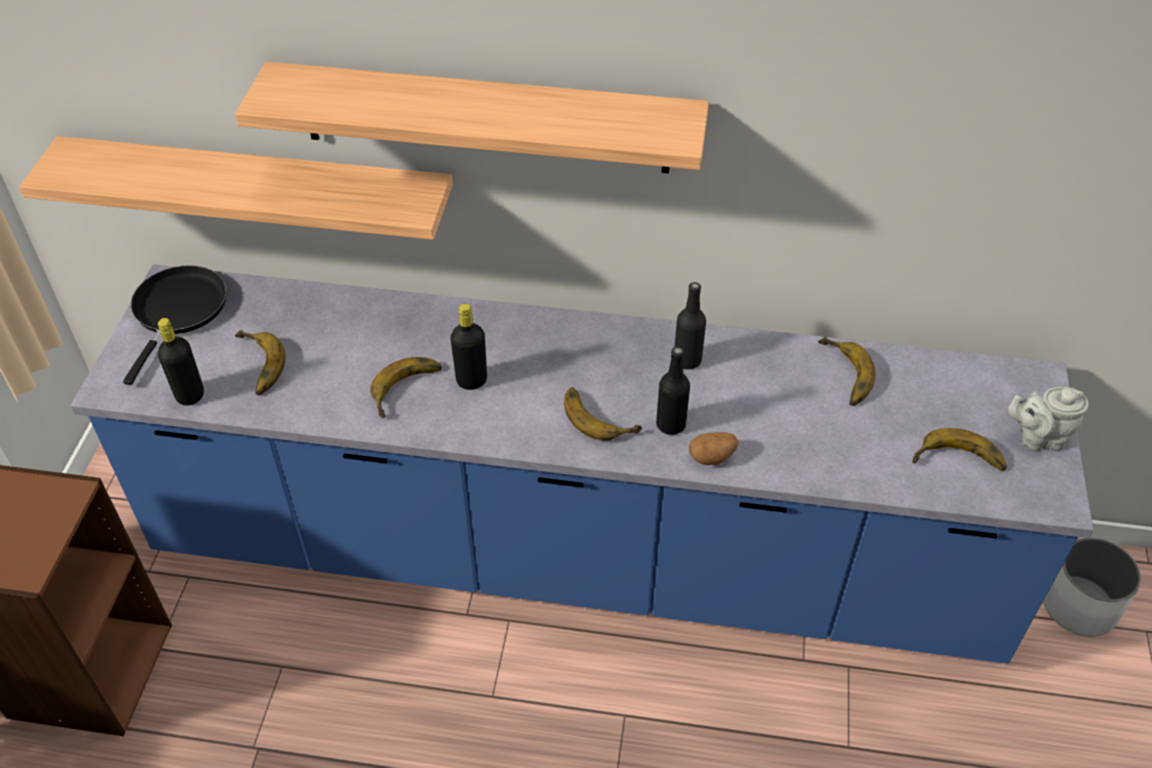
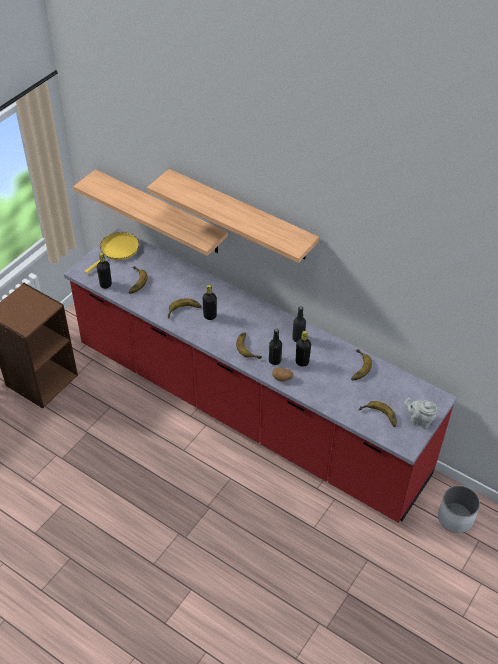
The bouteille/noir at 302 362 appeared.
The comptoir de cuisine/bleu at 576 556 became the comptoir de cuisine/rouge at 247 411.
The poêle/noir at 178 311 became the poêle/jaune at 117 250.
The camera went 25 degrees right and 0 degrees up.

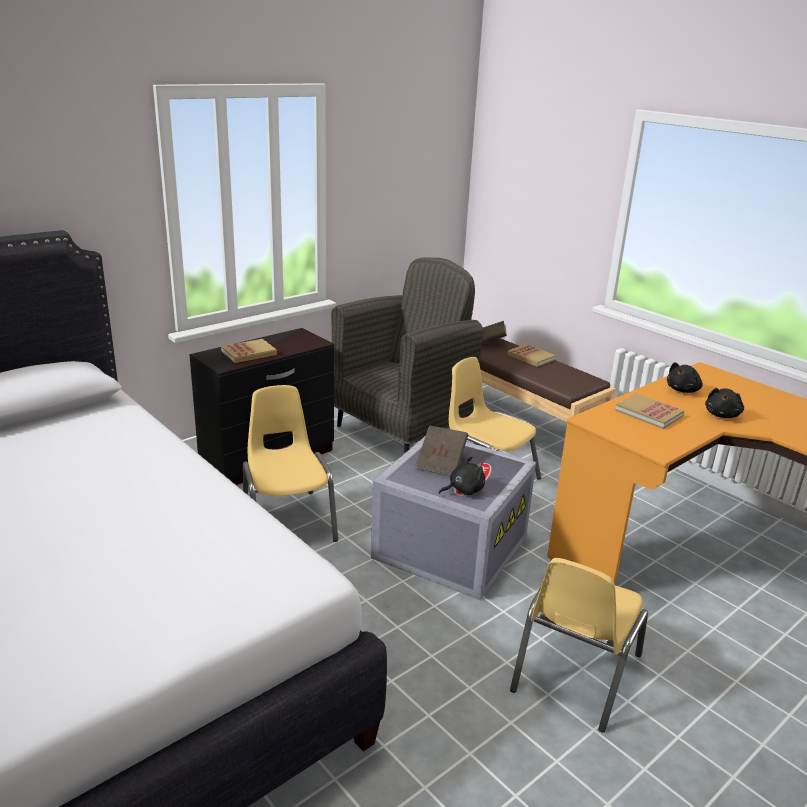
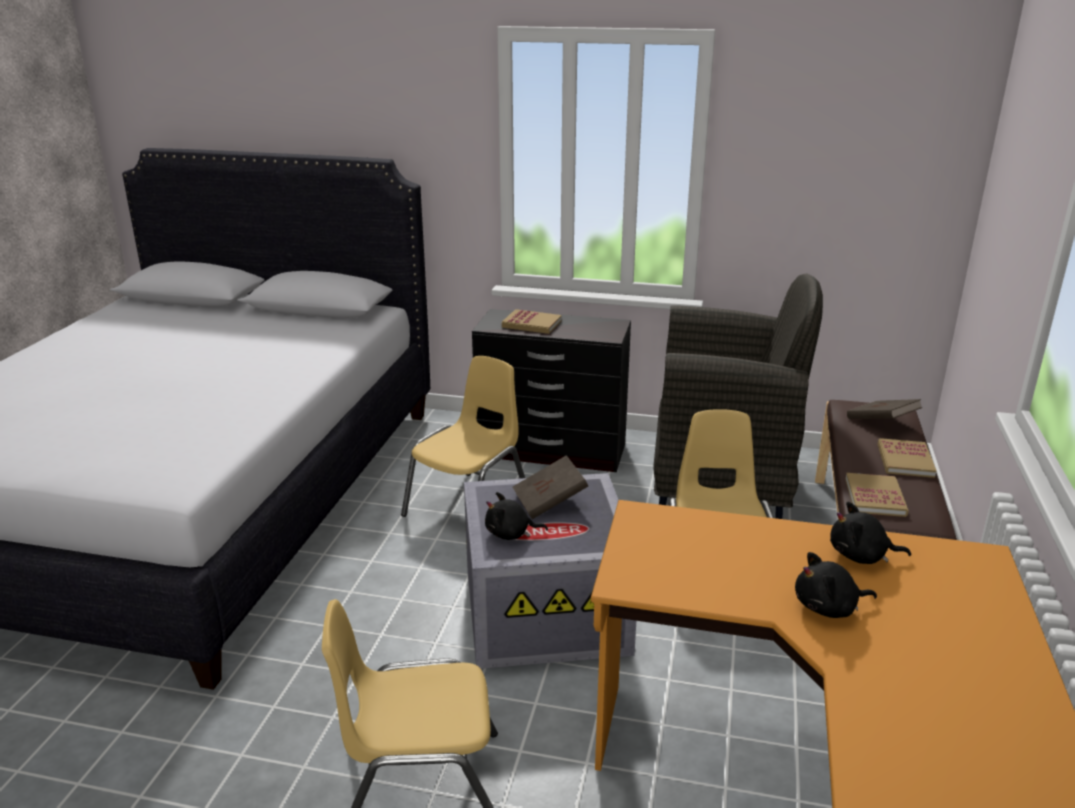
The livre moved from 648 413 to 875 497.
The peluche/noir at 463 490 turned 150 degrees clockwise.
The camera went 55 degrees right and 0 degrees up.

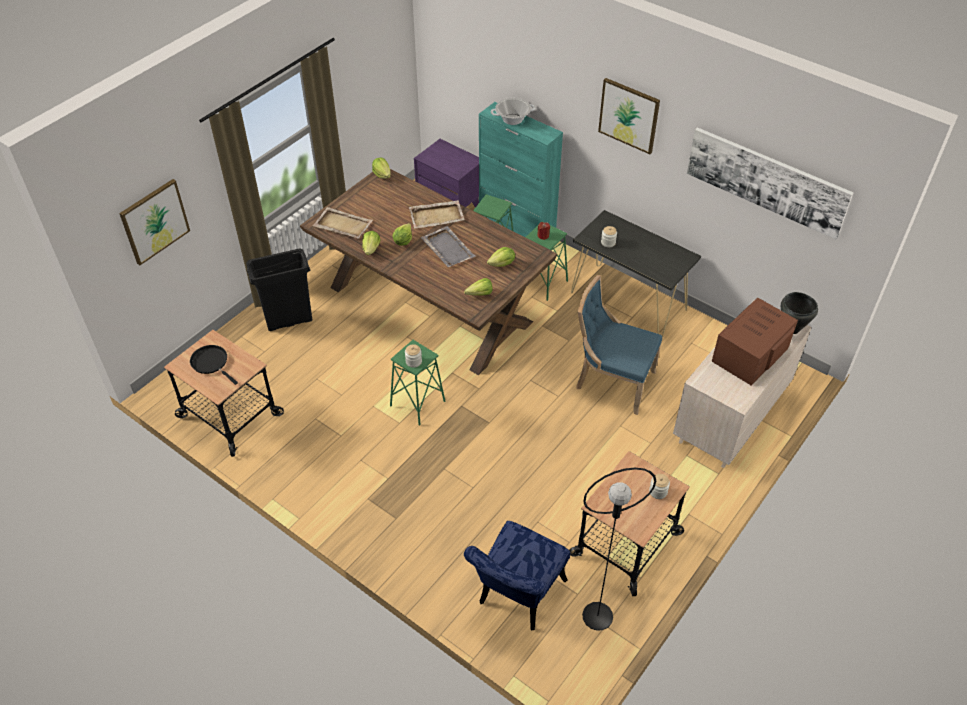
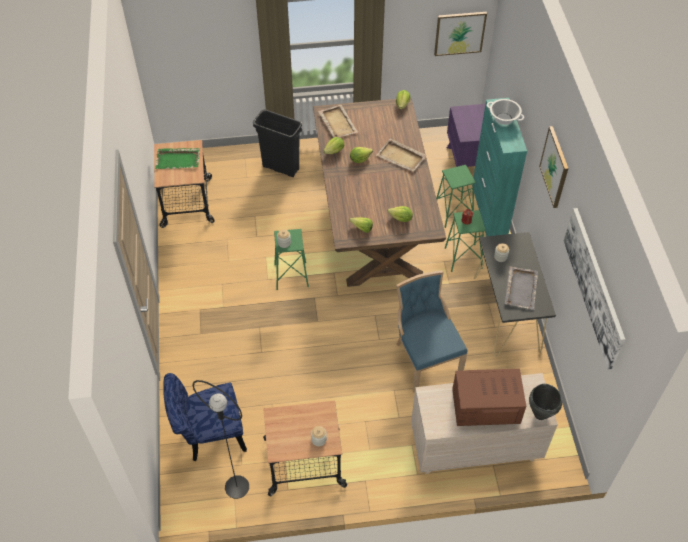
The tableau moved from 154 221 to 459 33.
The plateau/gris moved from 447 248 to 521 288.
The poêle/noir at 211 363 was replaced by the plateau/vert at 178 160.
The camera went 45 degrees right and 5 degrees up.

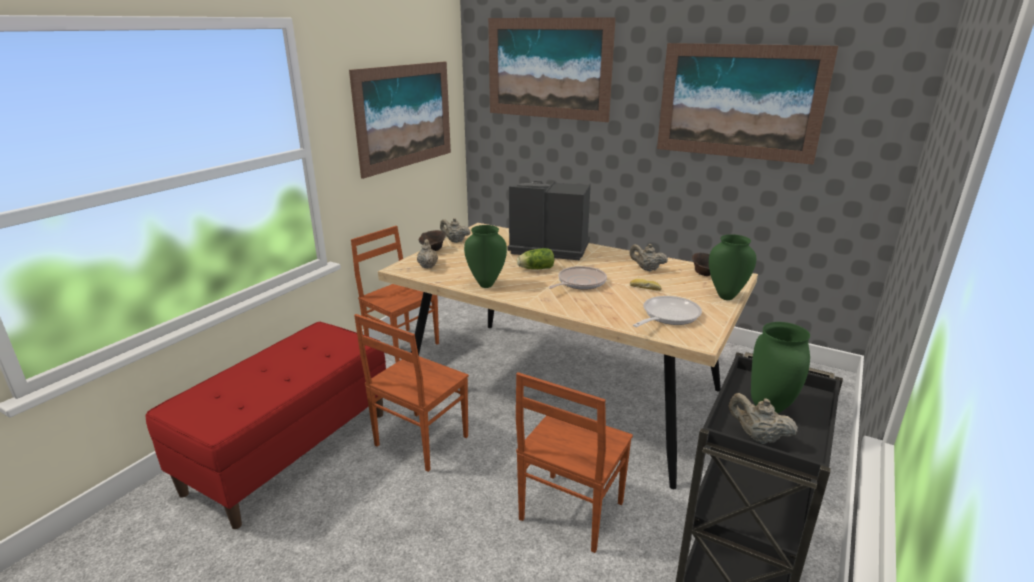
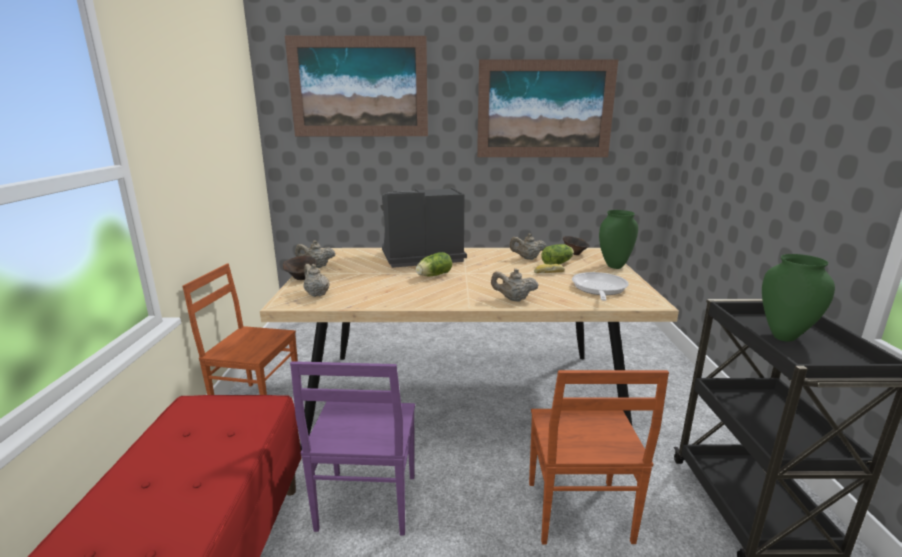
The tableau at 405 116 disappeared.
The vase/vert at 486 284 disappeared.
The poêle at 579 282 disappeared.
The laitue at 558 263 appeared.
The théière/beige moved from 757 437 to 513 299.
The chaise/marron at 419 441 became the chaise/violet at 365 503.
The camera went 30 degrees left and 5 degrees down.

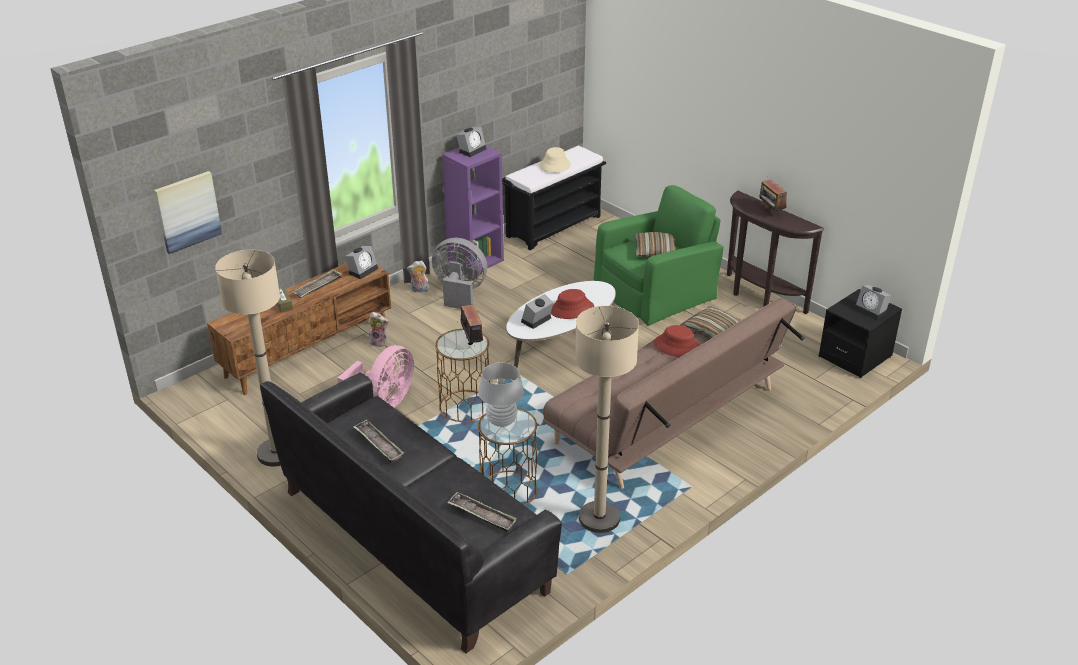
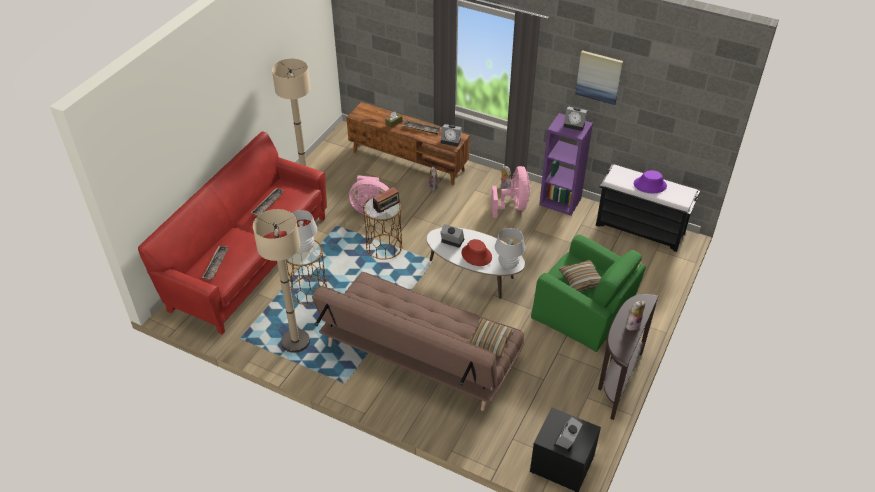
The chapeau/rouge at 677 346 disappeared.
The lampe de table/blanc at 508 265 appeared.
The tableau moved from 187 211 to 599 77.
The radio at 771 211 was replaced by the peluche at 632 324.
The canapé/noir at 412 540 became the canapé/rouge at 249 262.
The ventilateur/gris at 459 293 became the ventilateur/rose at 513 206.
The chapeau/beige at 554 165 became the chapeau/violet at 650 185.
The camera went 70 degrees right and 10 degrees up.

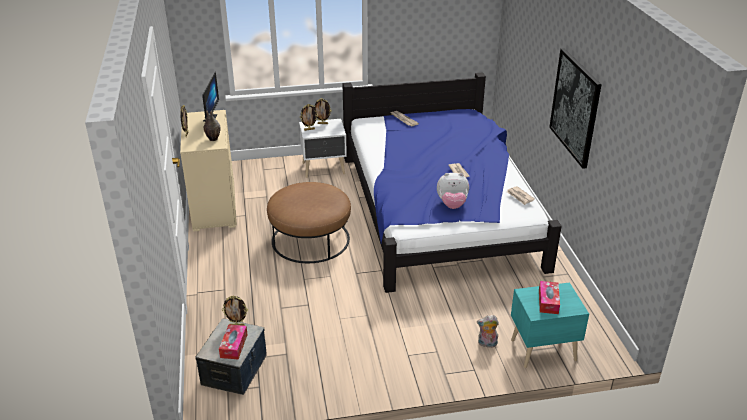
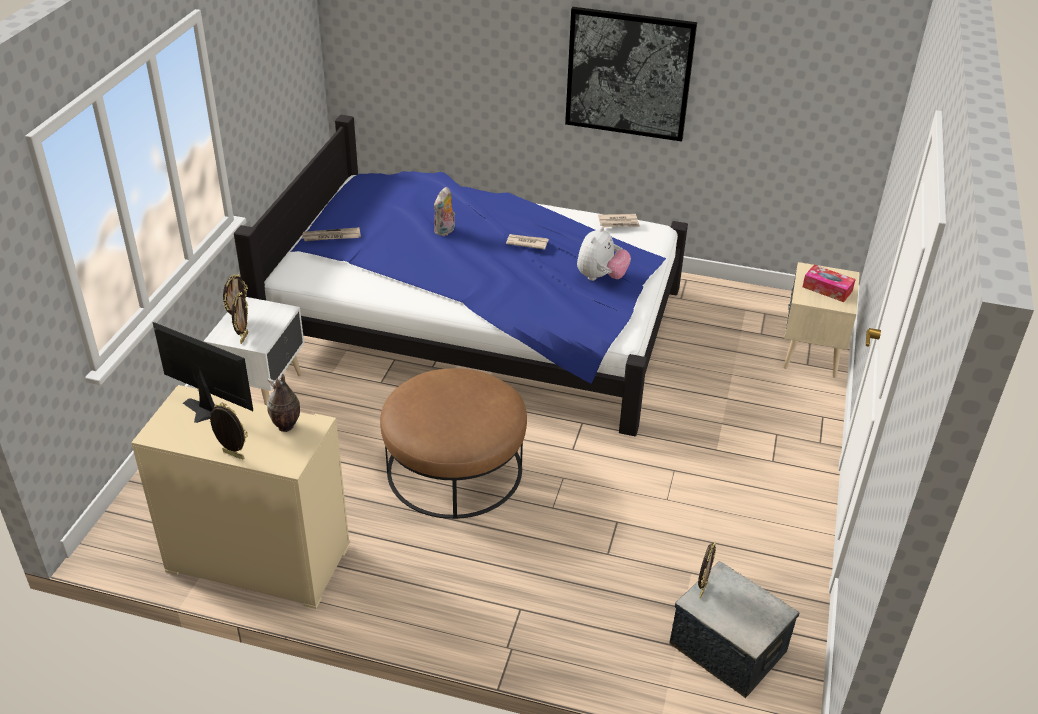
The boîte à mouchoirs at 234 346 disappeared.
The peluche moved from 487 344 to 445 231.
The table de chevet/turquoise at 541 349 became the table de chevet/beige at 810 353.
The camera went 65 degrees left and 5 degrees up.

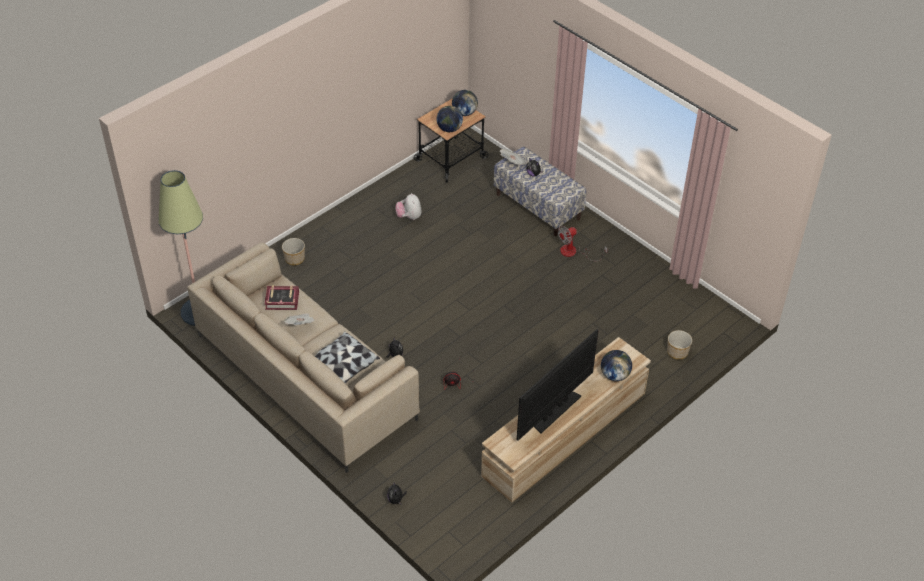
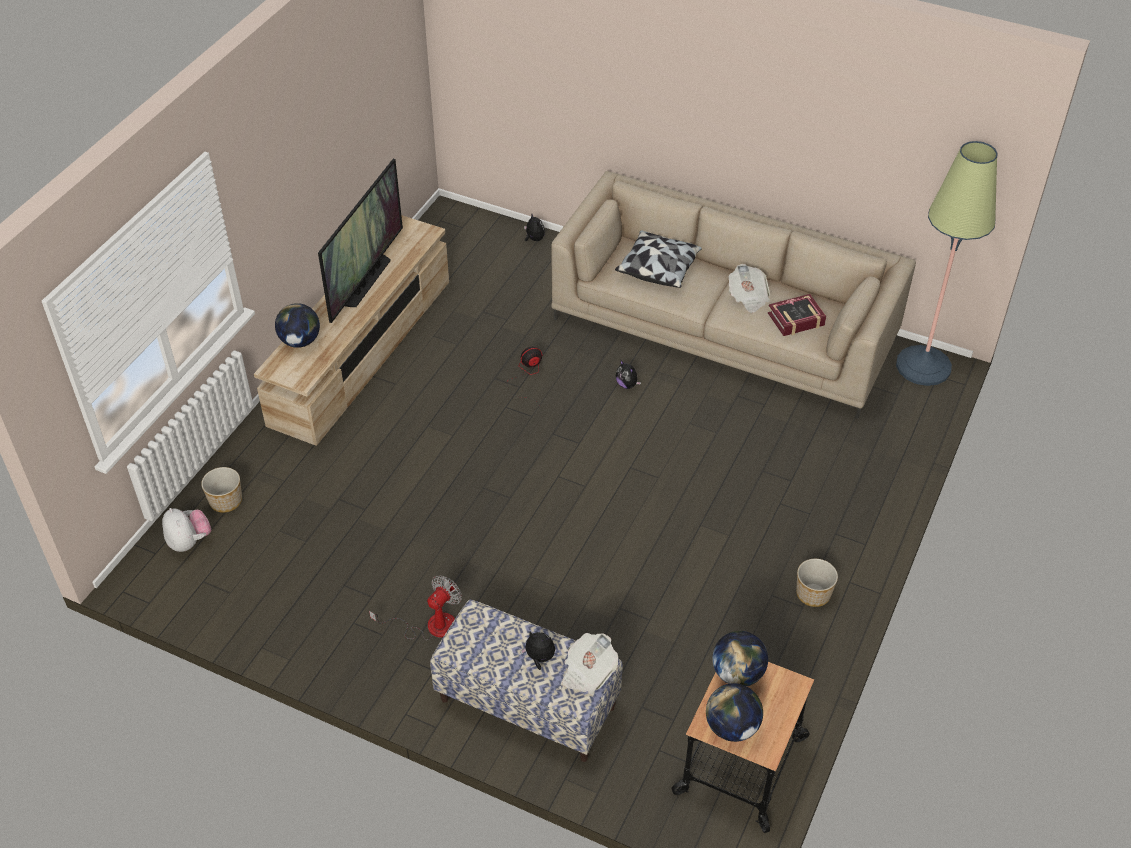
The cache-pot moved from 294 258 to 813 594.
The peluche moved from 409 217 to 189 542.
The camera went 160 degrees right and 0 degrees up.

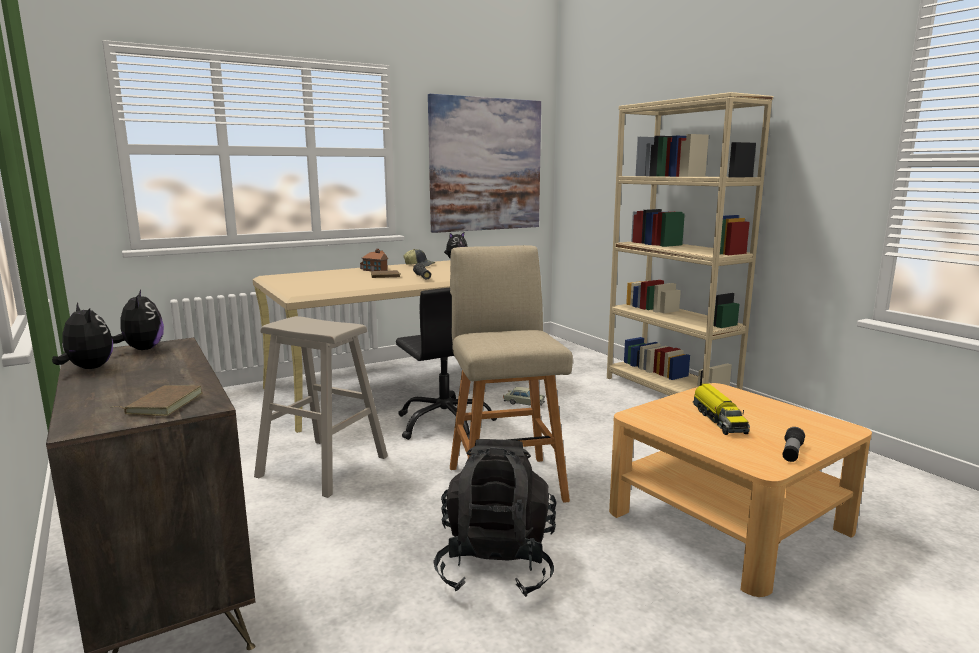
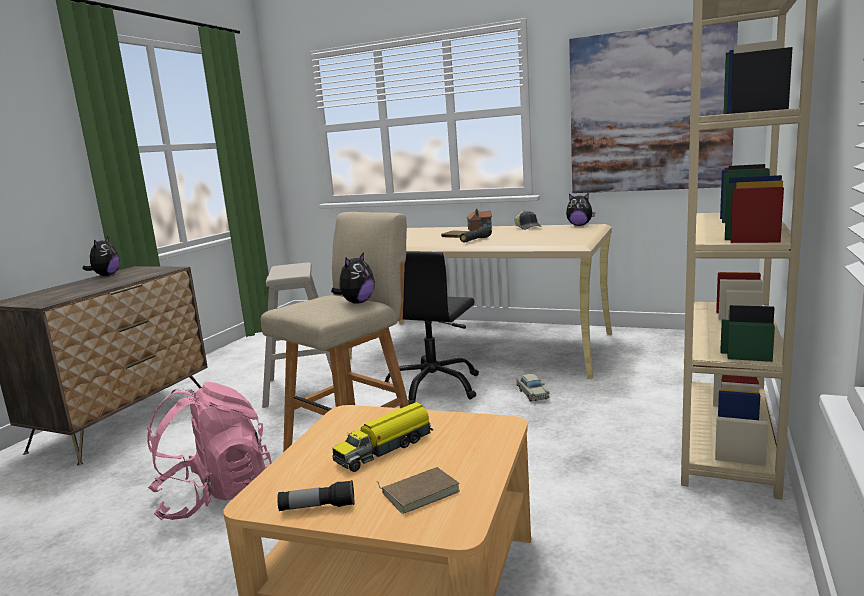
The livre/marron moved from 163 404 to 420 492.
The peluche moved from 141 349 to 357 302.
The sac à dos/noir at 496 565 became the sac à dos/rose at 214 496.
The camera went 55 degrees right and 0 degrees up.

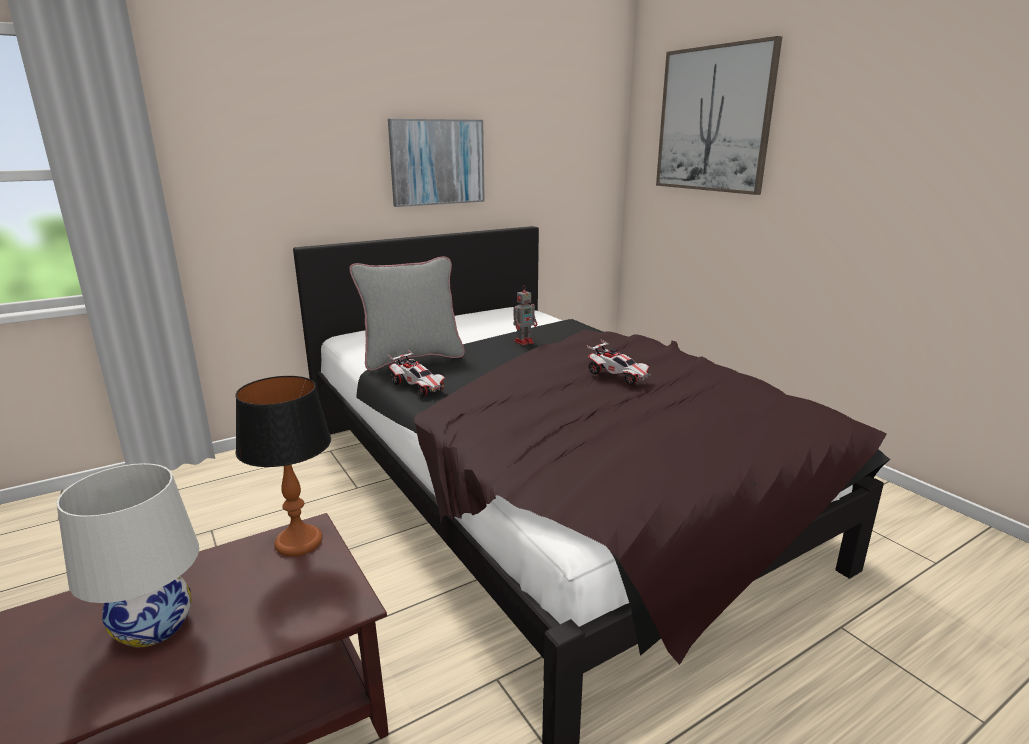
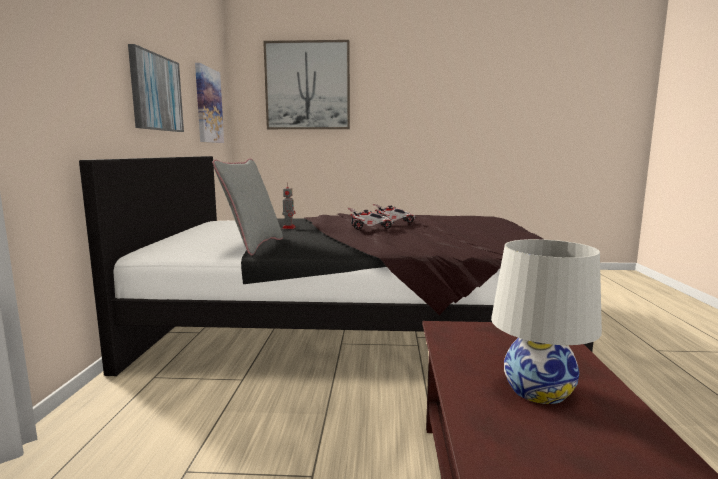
The lampe de table at 299 542 disappeared.
The tableau at 208 105 appeared.
The petite voiture moved from 418 386 to 370 228.
The camera went 55 degrees left and 10 degrees down.

